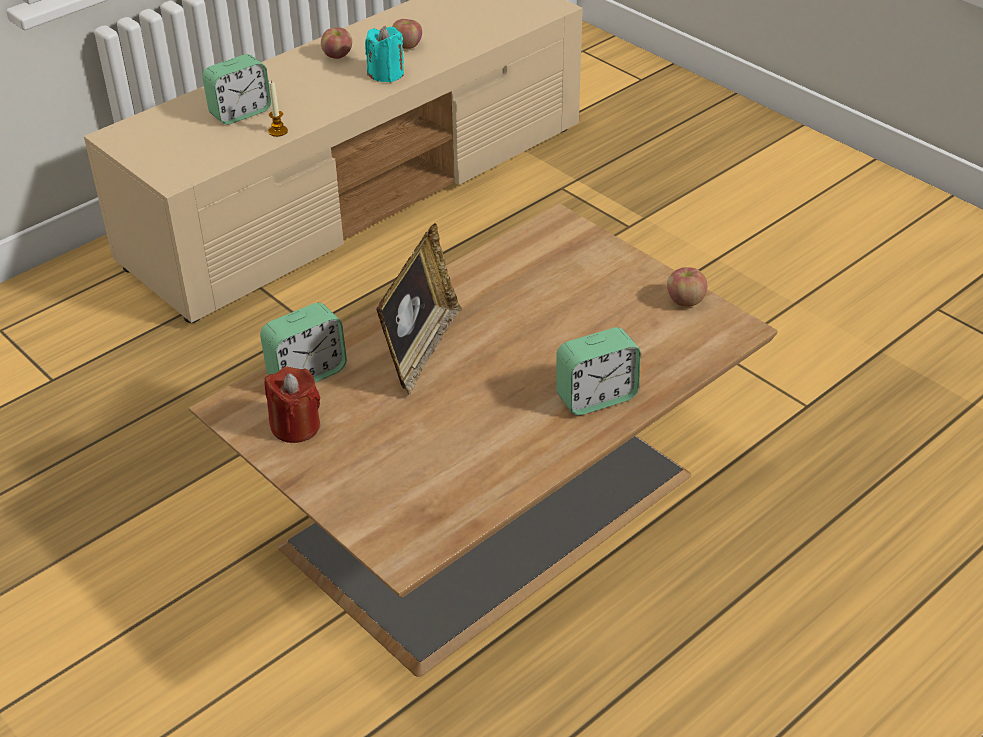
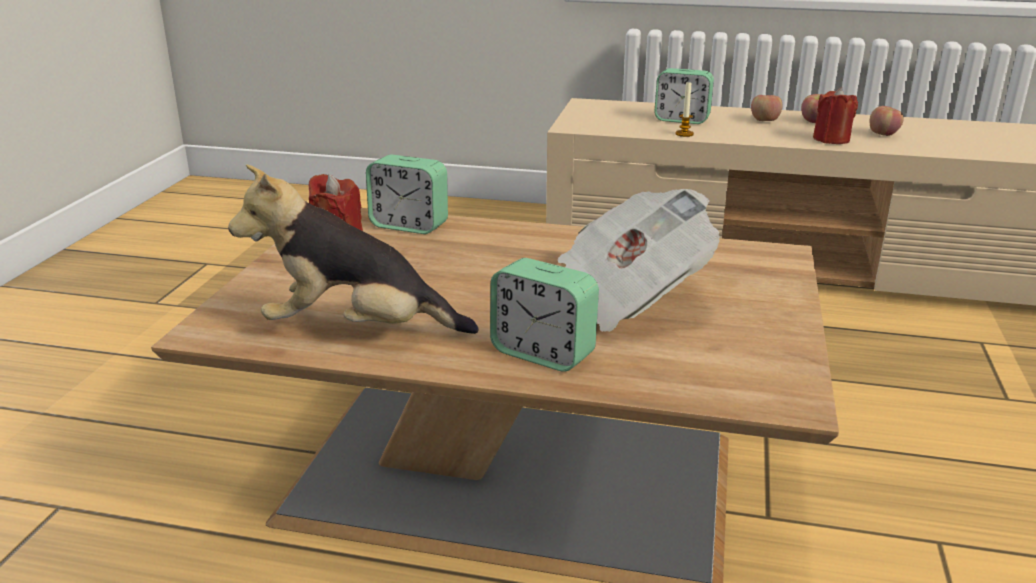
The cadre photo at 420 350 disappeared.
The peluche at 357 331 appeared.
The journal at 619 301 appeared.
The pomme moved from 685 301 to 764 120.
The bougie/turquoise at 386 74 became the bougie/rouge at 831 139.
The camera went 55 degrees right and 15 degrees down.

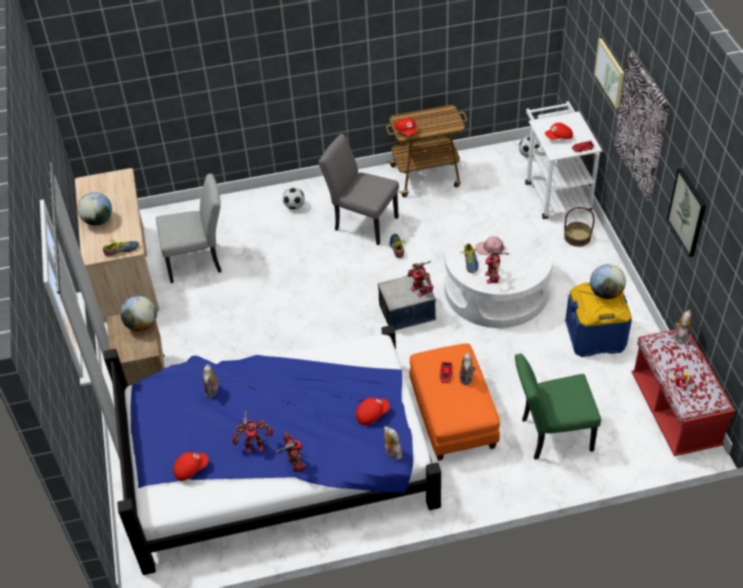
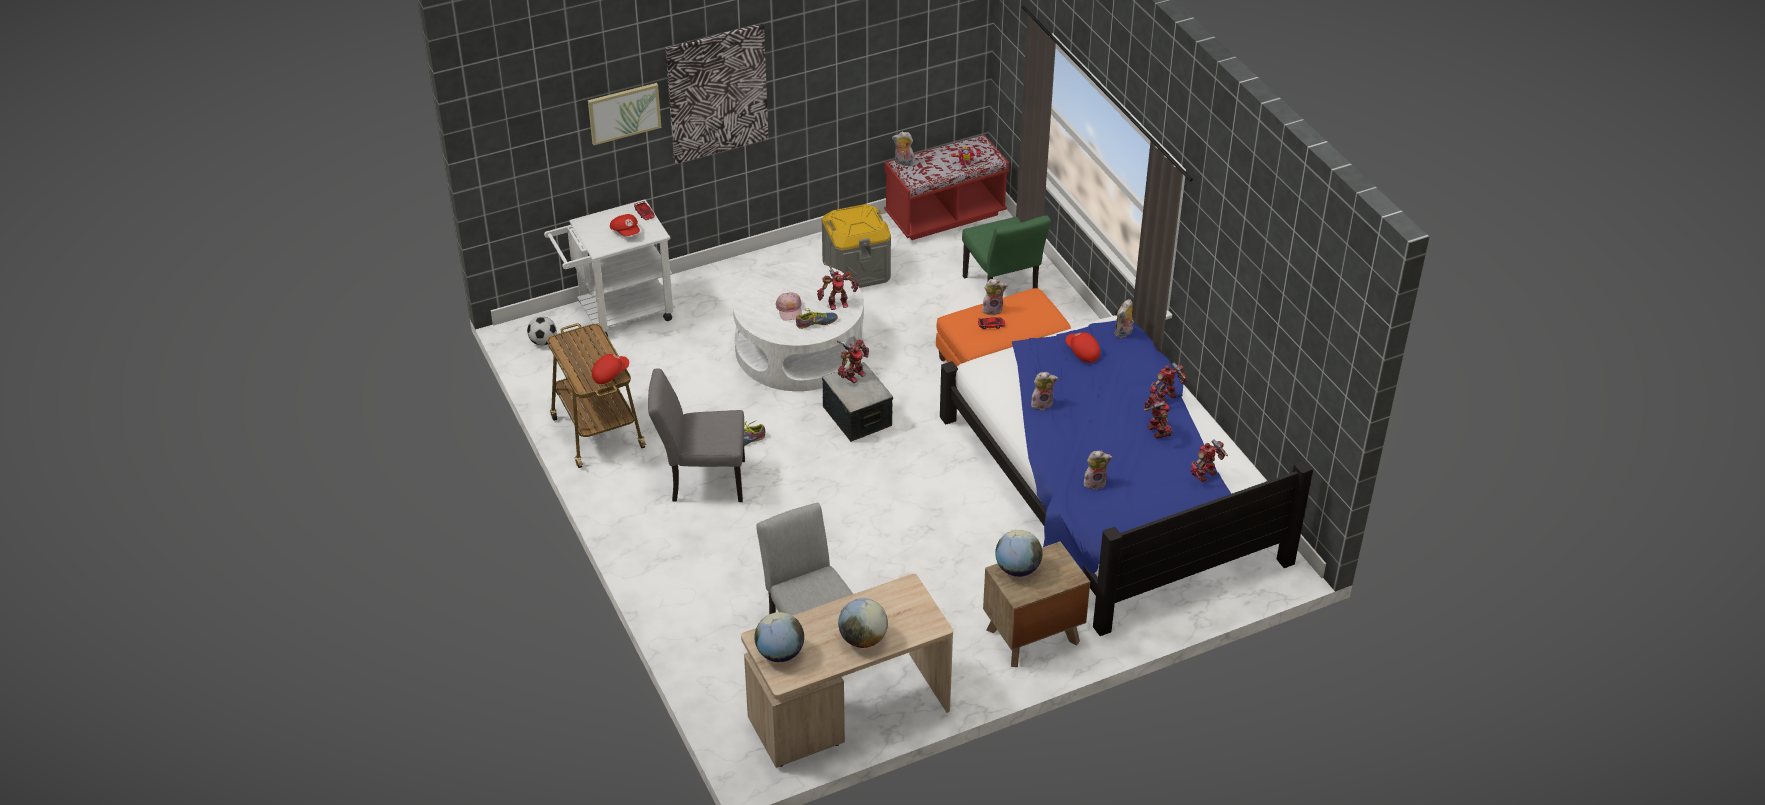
The chaussure at 121 250 disappeared.
The ballon de foot at 294 206 disappeared.
The panier at 577 237 disappeared.
The tableau at 688 212 disappeared.
The peluche at 1042 403 appeared.
The globe moved from 605 293 to 779 653.
The casquette/rouge at 190 469 was replaced by the robot jouet at 1206 475.
The boîte de rangement/bleu at 595 336 became the boîte de rangement/gris at 856 270.
The chaise/gris at 361 222 turned 75 degrees clockwise.
The camera went 105 degrees left and 5 degrees down.

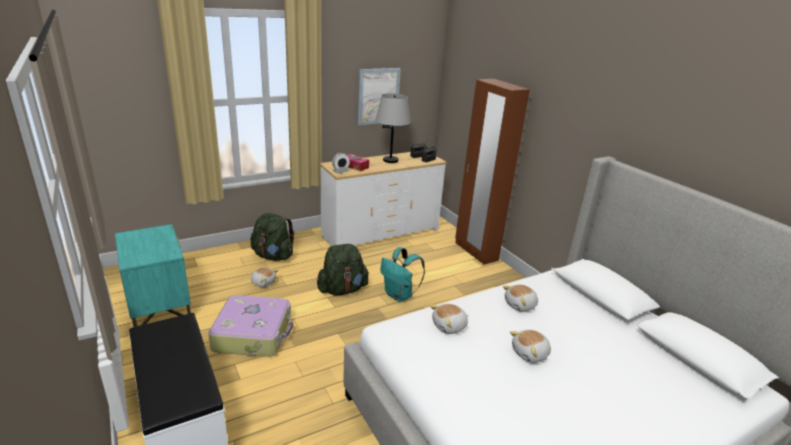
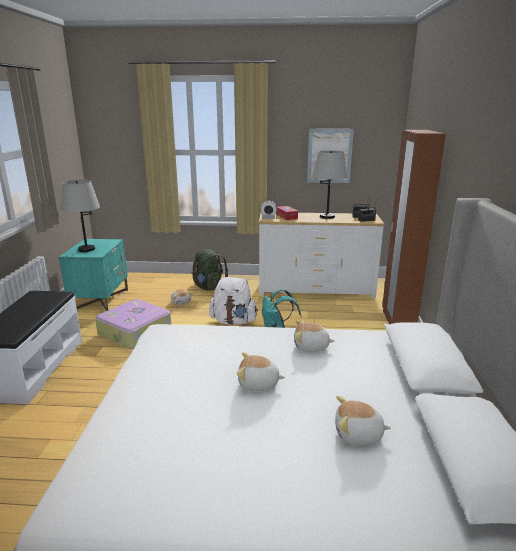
The lampe de table/gris at 86 249 appeared.
The peluche moved from 449 326 to 358 434.
The sac à dos/vert at 342 289 became the sac à dos/blanc at 233 321.
The camera went 35 degrees right and 5 degrees down.

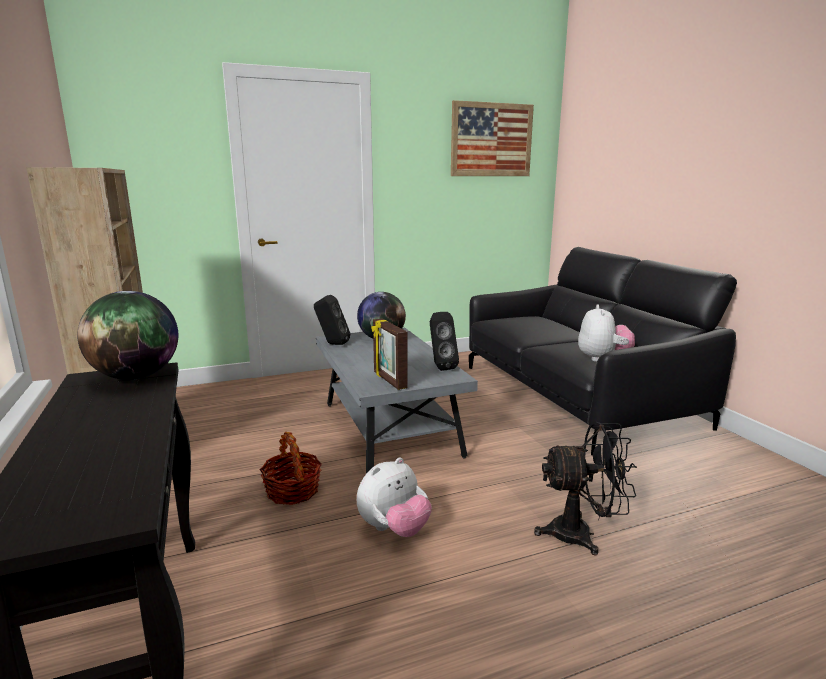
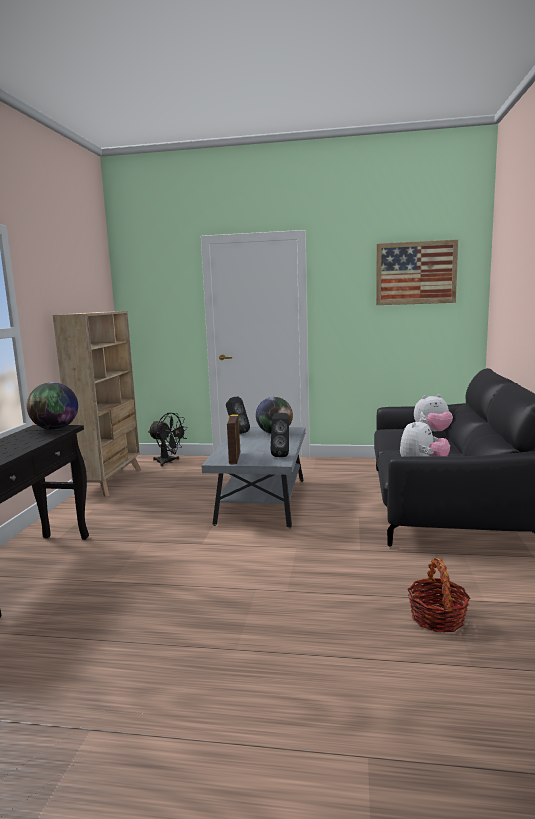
The panier moved from 293 491 to 437 618.
The peluche moved from 394 529 to 433 432.
The ventilateur/noir moved from 581 534 to 168 462.
The camera went 30 degrees right and 5 degrees down.

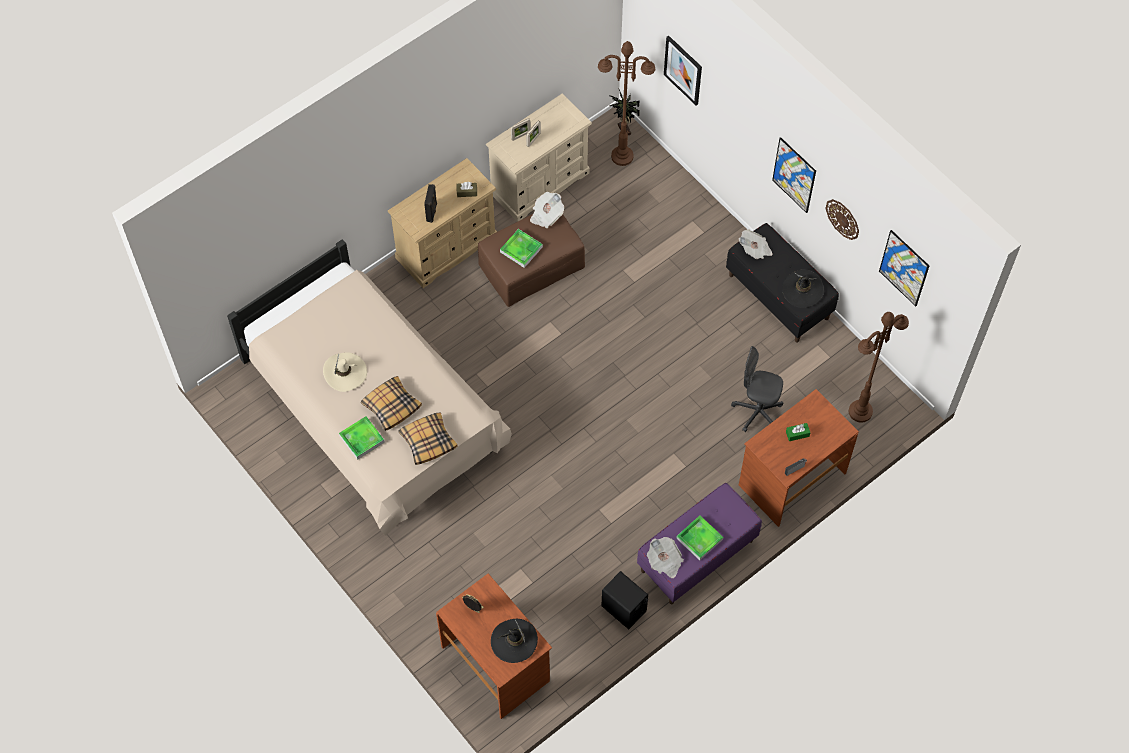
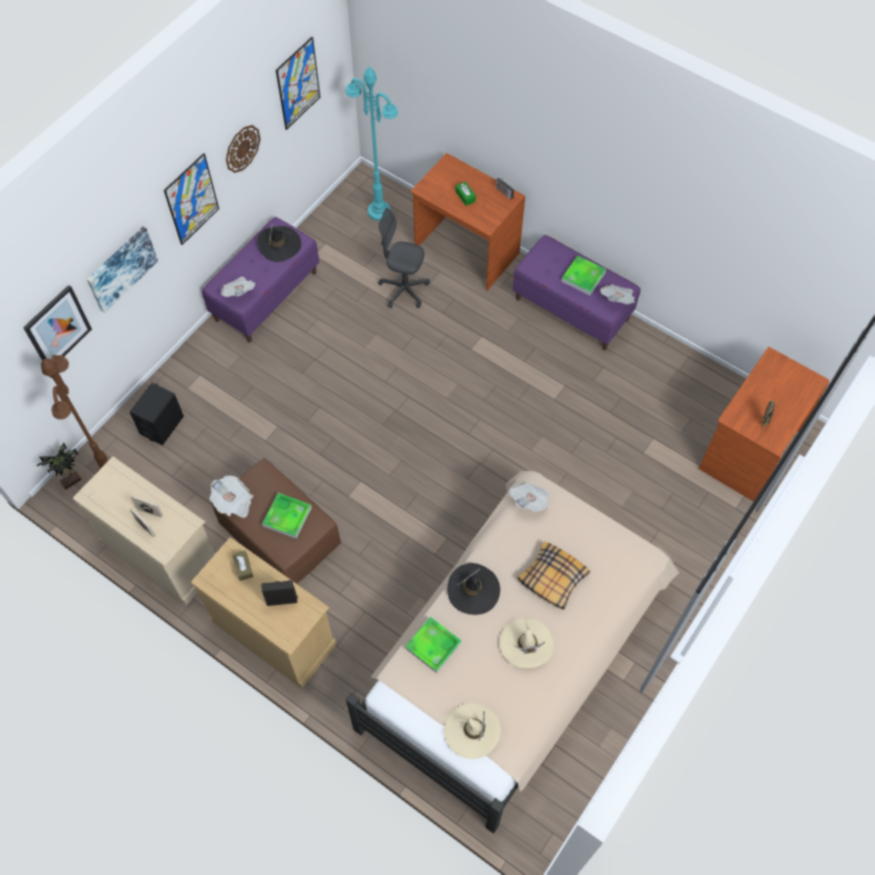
The coussin at 428 441 disappeared.
The tableau at 121 268 appeared.
The chapeau/beige at 472 731 appeared.
The journal at 530 501 appeared.
The plateau moved from 362 439 to 433 646.
The chapeau/noir moved from 514 641 to 473 590.
The enceinte/noir moved from 624 609 to 162 425.
The banc/noir at 779 296 became the banc/violet at 266 295.
The lampadaire/marron at 860 411 became the lampadaire/turquoise at 378 211.
The chaise de bureau/gris at 757 412 turned 105 degrees clockwise.
The camera went 105 degrees left and 0 degrees up.

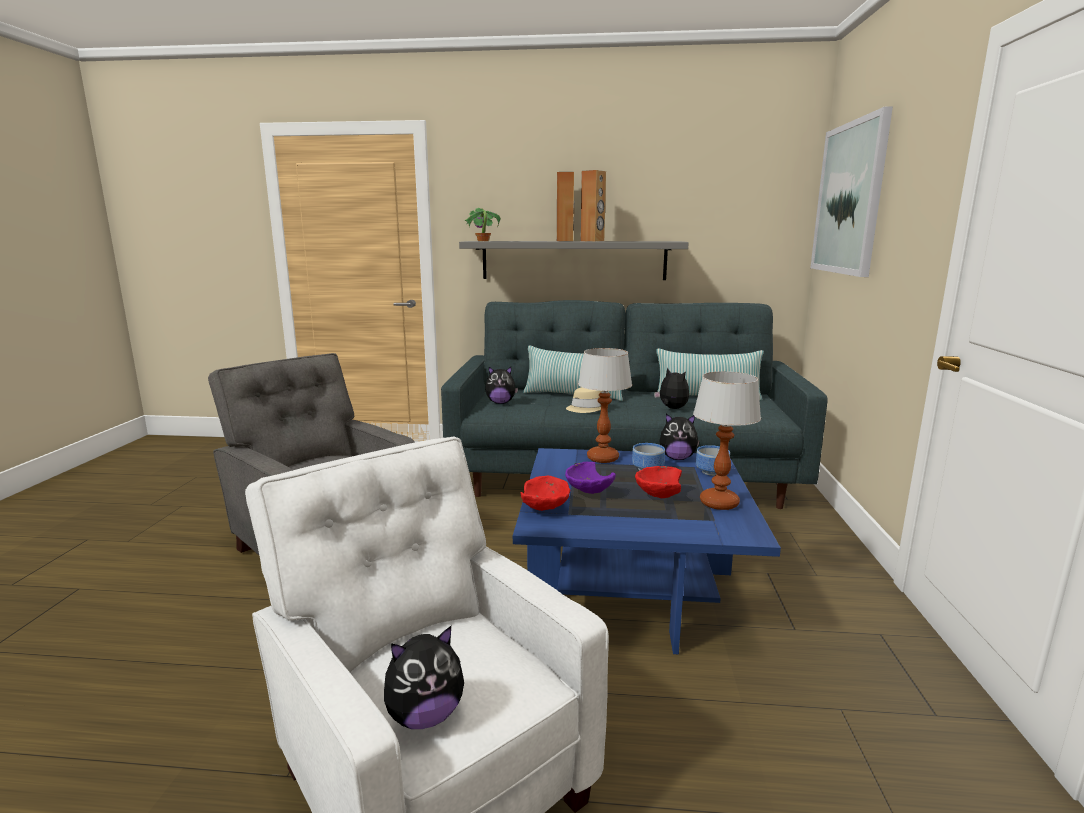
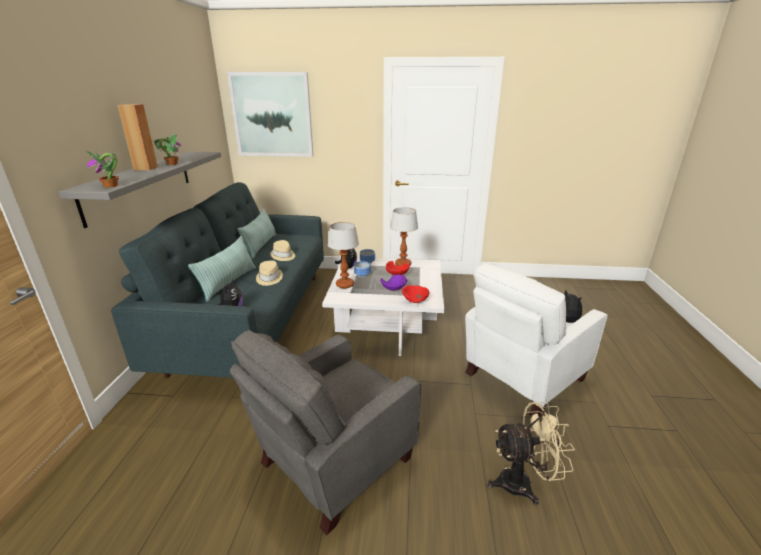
The ventilateur/beige at 523 483 appeared.
The enceinte/marron at 592 241 was replaced by the plante en pot at 172 164.
The peluche at 671 408 was replaced by the chapeau/beige at 283 256.
The table basse/bleu at 632 585 became the table basse/blanc at 387 325.
The camera went 90 degrees left and 10 degrees up.

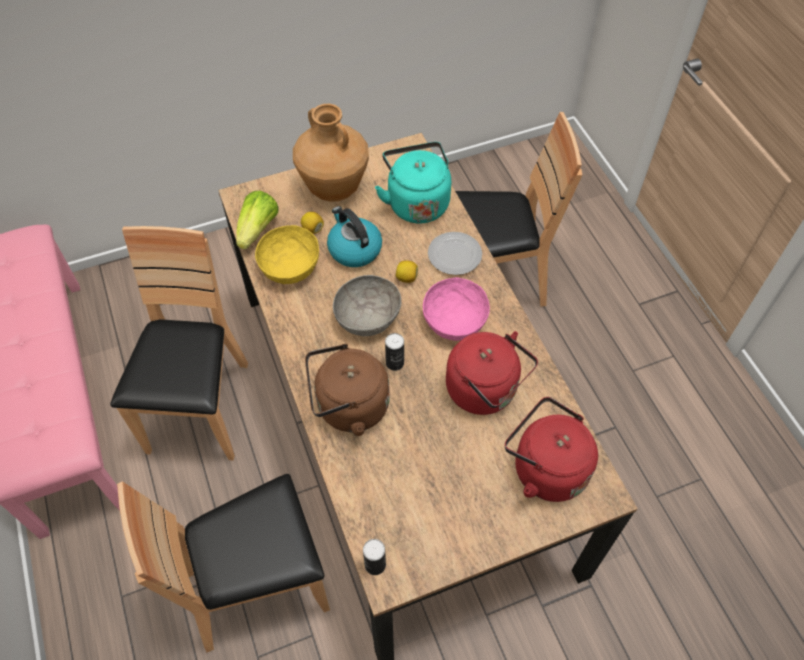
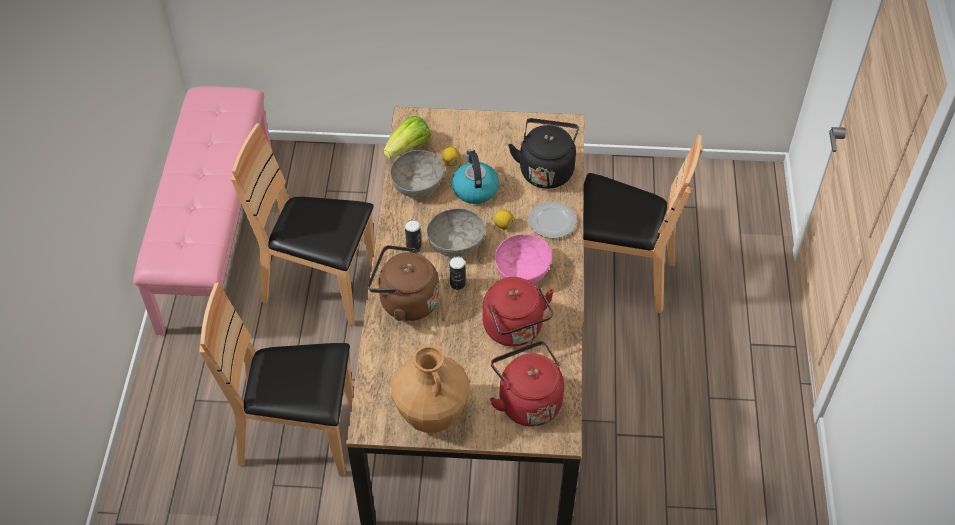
The vase/marron moved from 333 189 to 431 415.
The boîte métallique moved from 375 564 to 413 247.
The bol/jaune at 290 266 became the bol/gris at 418 184.
The bouilloire/turquoise at 416 202 became the bouilloire/noir at 546 169.
The chaise/marron at 201 409 turned 105 degrees counterclockwise.
The camera went 25 degrees right and 5 degrees down.

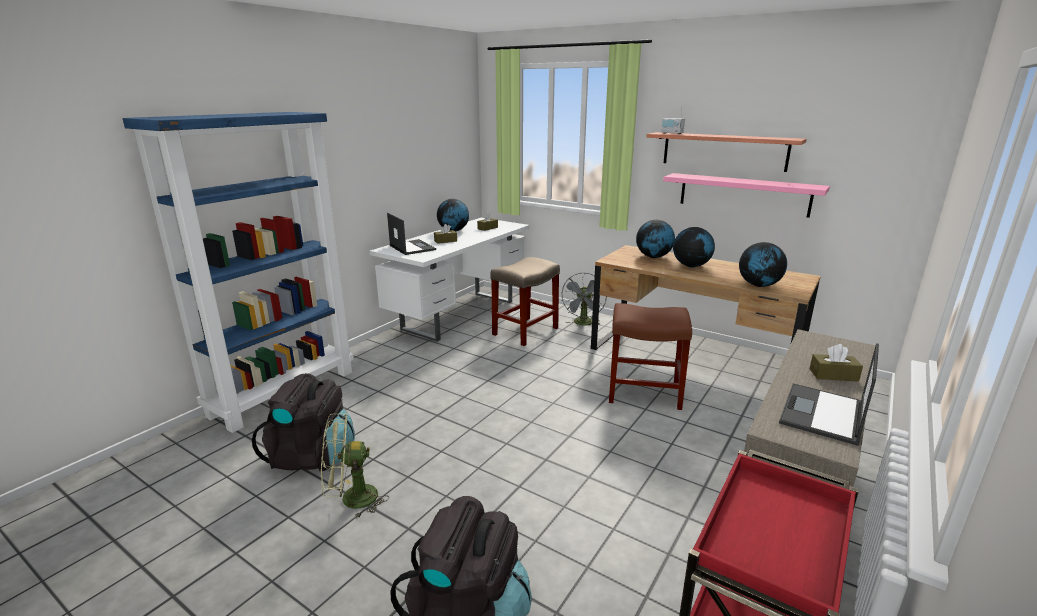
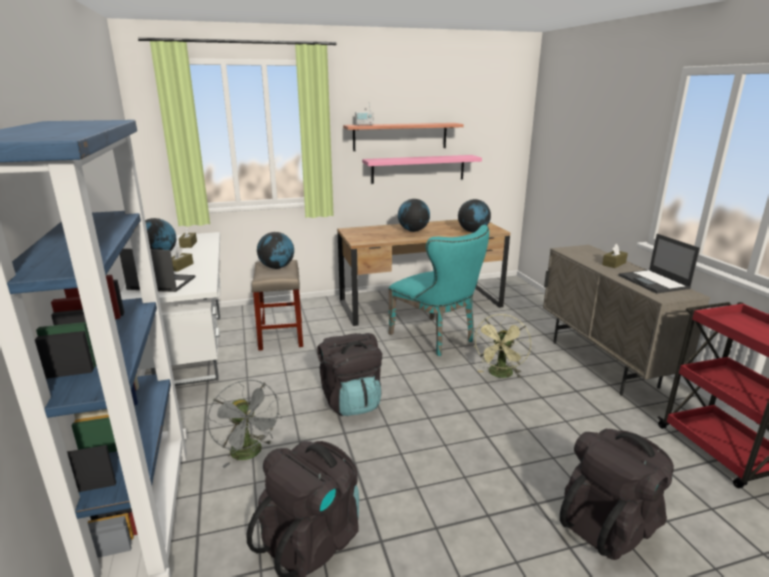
The sac à dos/noir at 351 401 appeared.
The ventilateur/vert moved from 351 500 to 500 375.
The ventilateur/gris moved from 583 324 to 250 454.
The globe moved from 653 257 to 277 267.
The tabouret/marron at 643 393 was replaced by the chaise/turquoise at 436 338.
The camera went 50 degrees left and 0 degrees up.

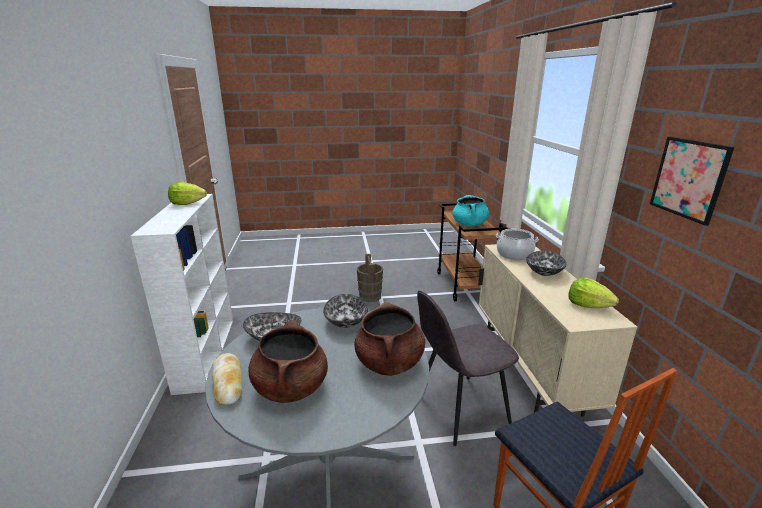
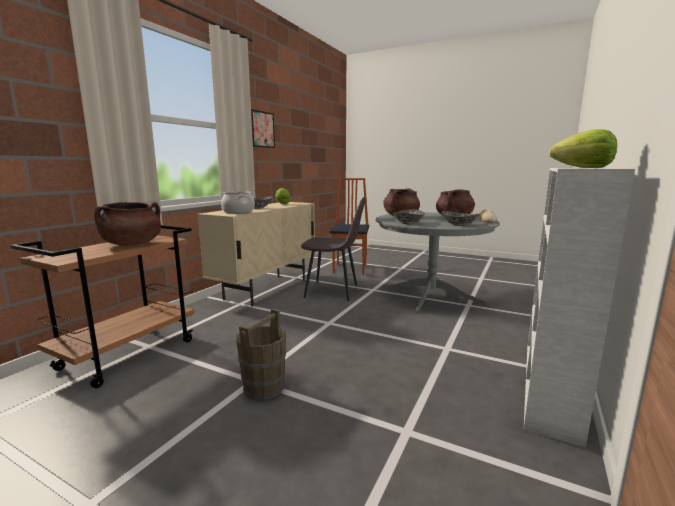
The marmite/turquoise at 469 224 became the marmite/marron at 132 244.
The camera went 145 degrees left and 10 degrees down.

